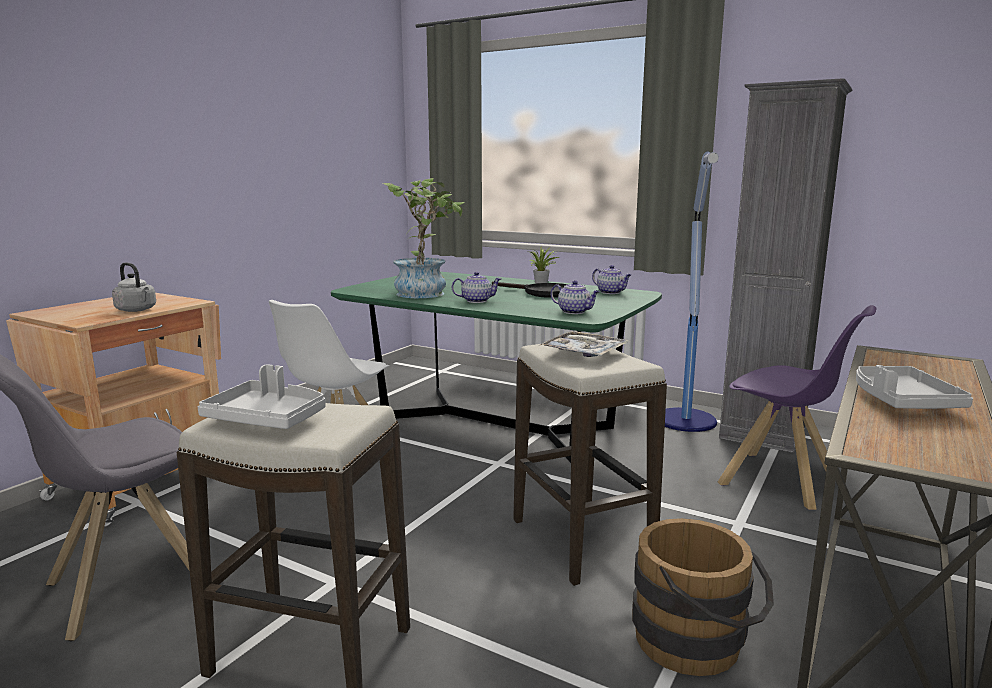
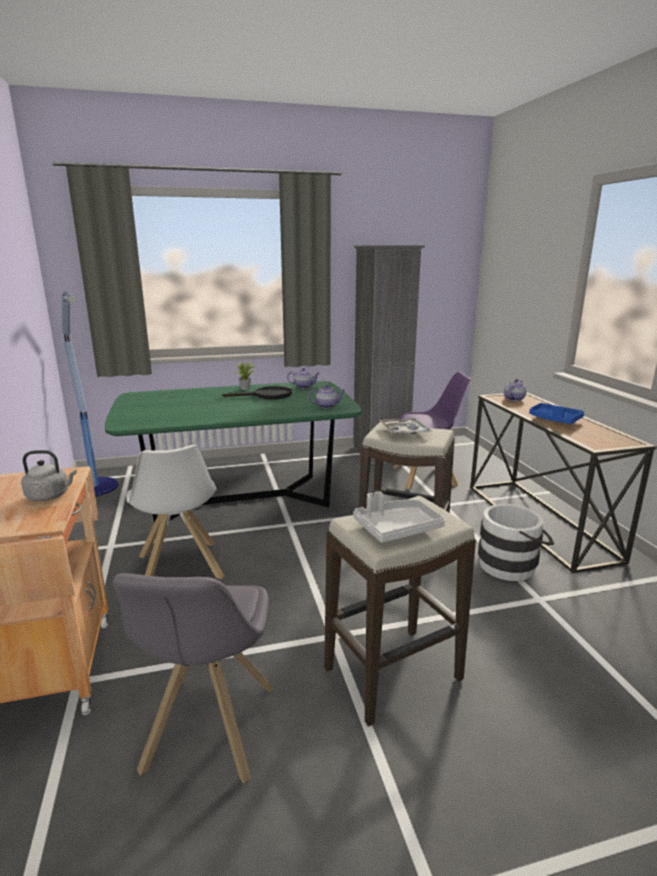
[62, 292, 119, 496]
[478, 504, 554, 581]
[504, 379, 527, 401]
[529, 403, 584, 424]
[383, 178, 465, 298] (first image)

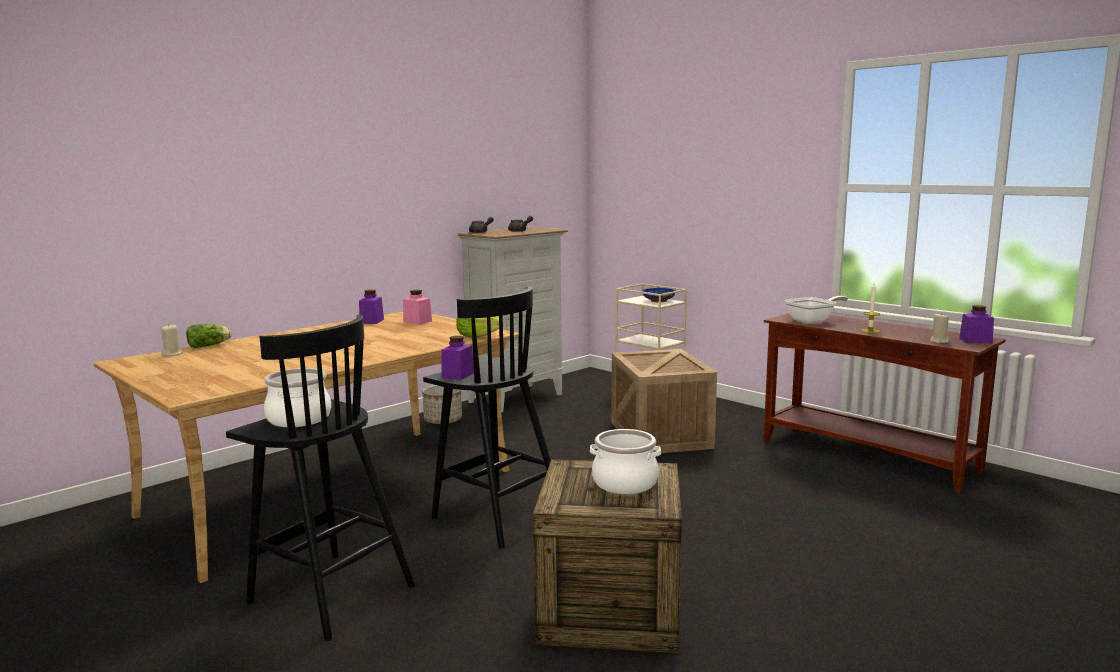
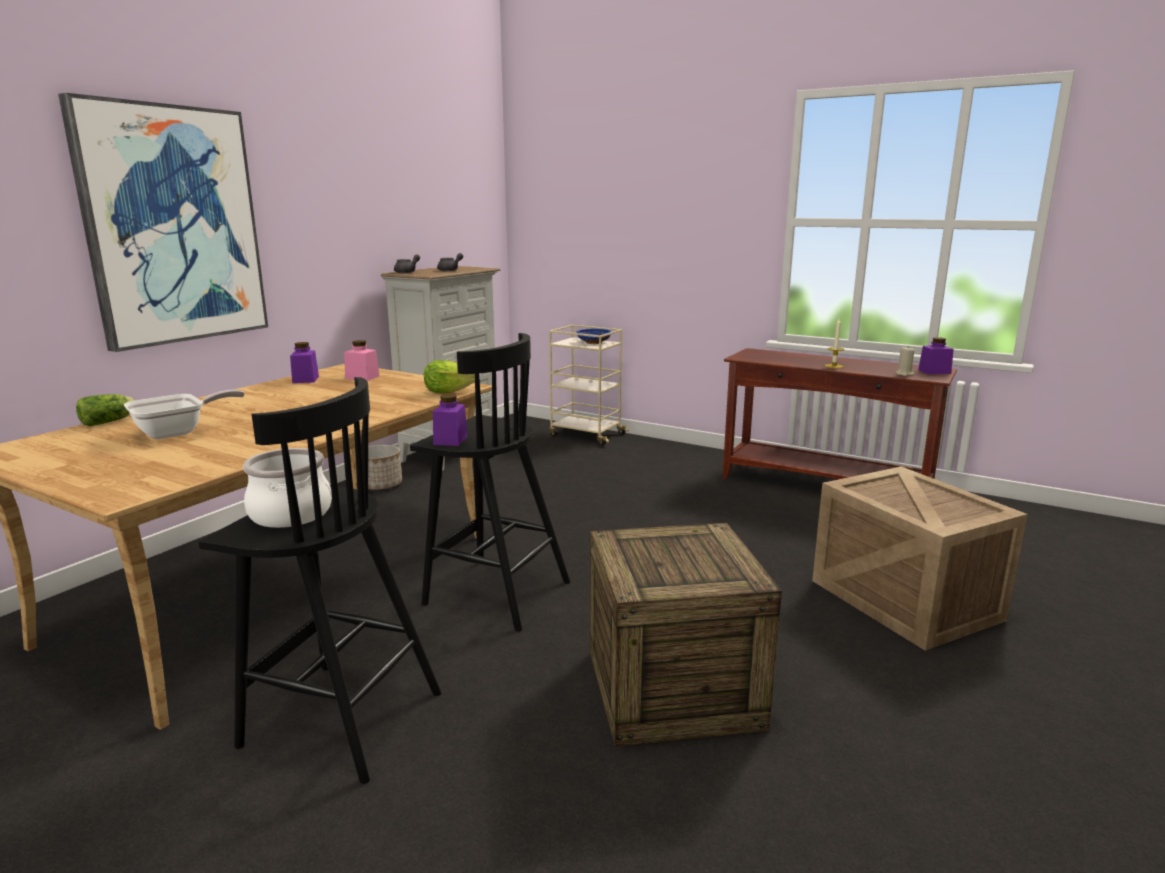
[58, 93, 268, 352]
[124, 390, 245, 439]
[812, 466, 1028, 651]
[161, 324, 183, 356] (first image)
[590, 429, 661, 494] (first image)

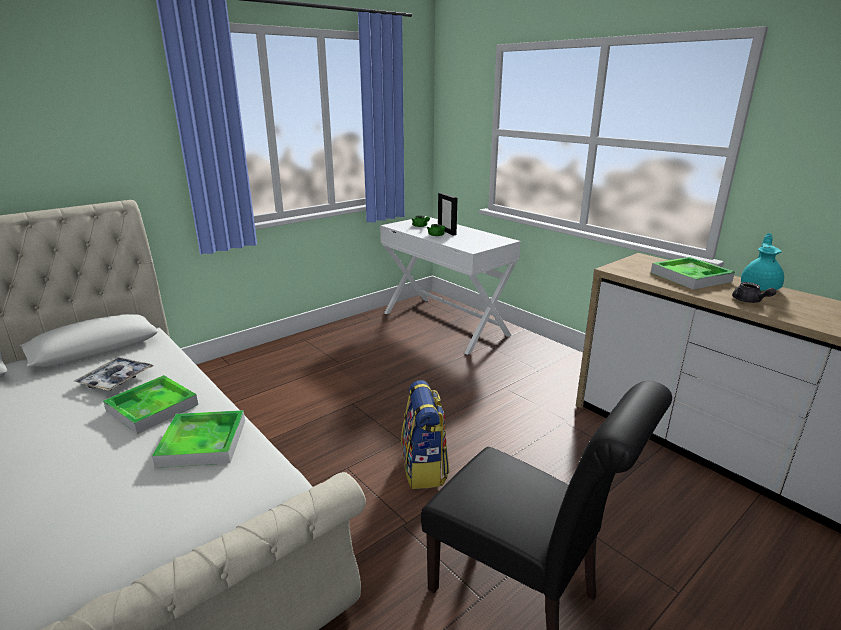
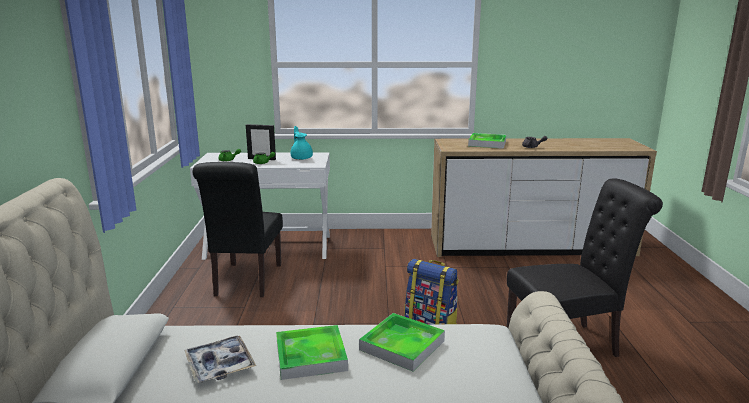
[193, 162, 283, 297]
[291, 126, 313, 160]

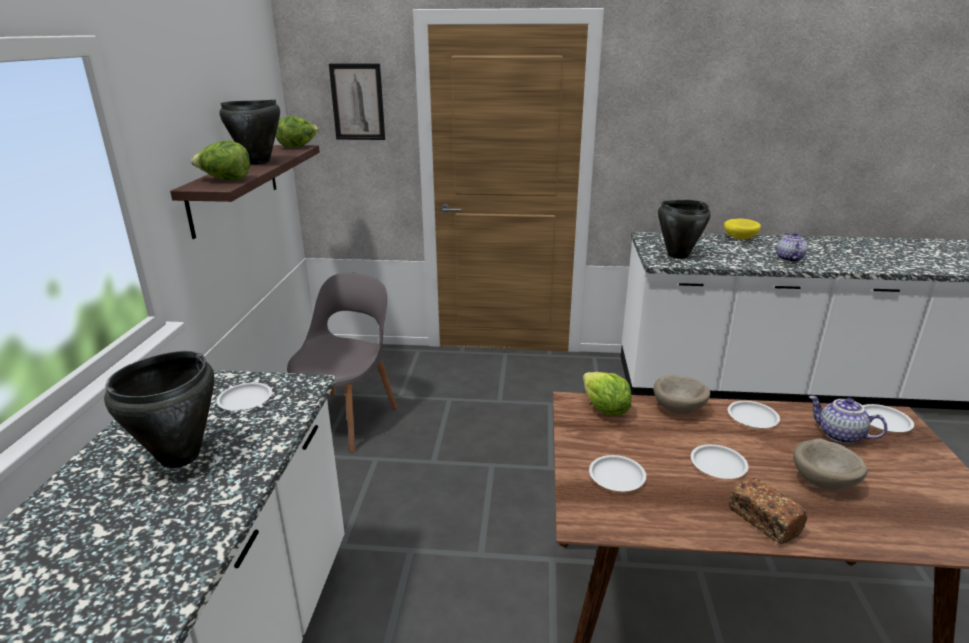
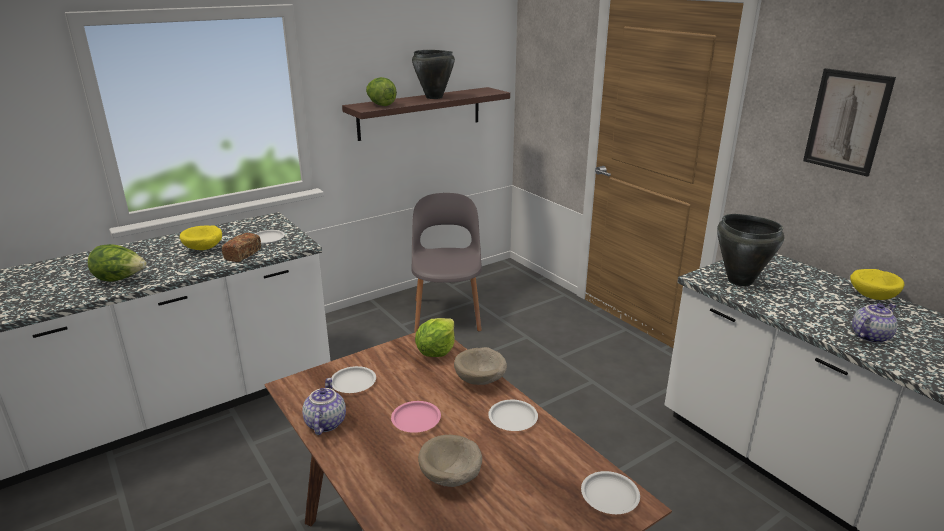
[88, 244, 147, 282]
[180, 225, 222, 250]
[222, 233, 261, 262]
[302, 378, 346, 435]
[391, 401, 441, 433]
[411, 193, 482, 333]
[803, 68, 896, 177]

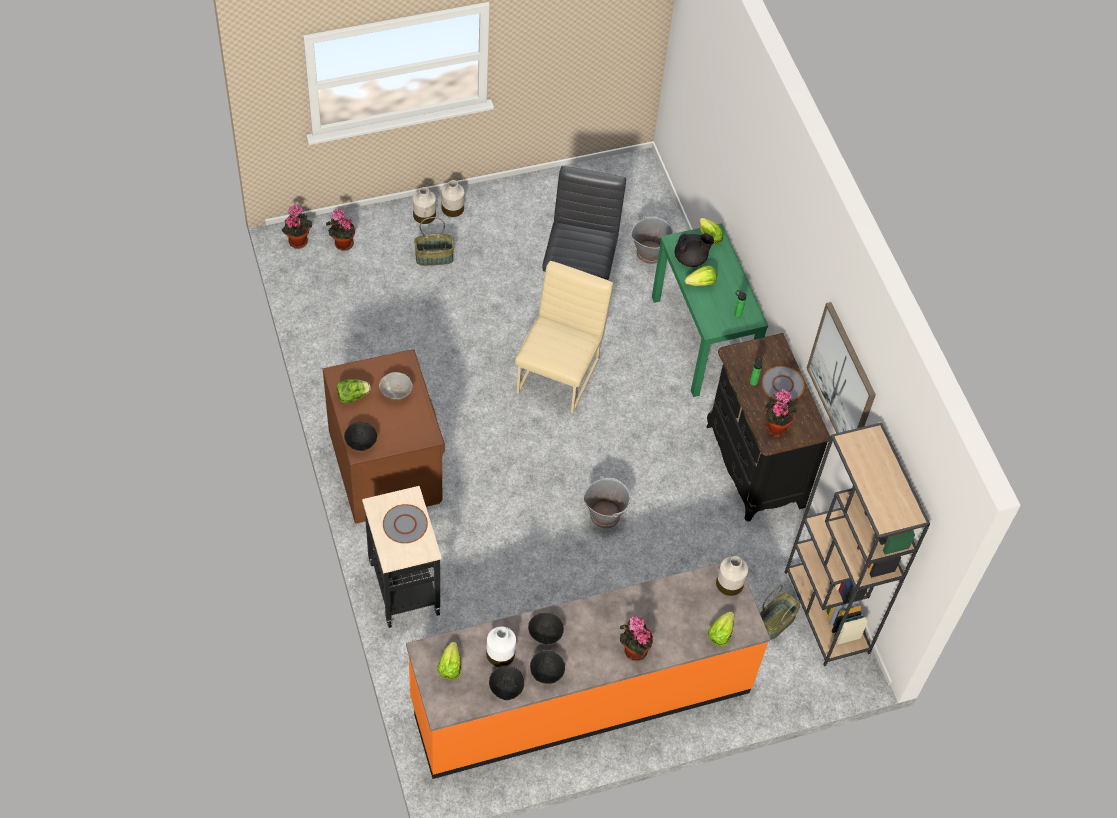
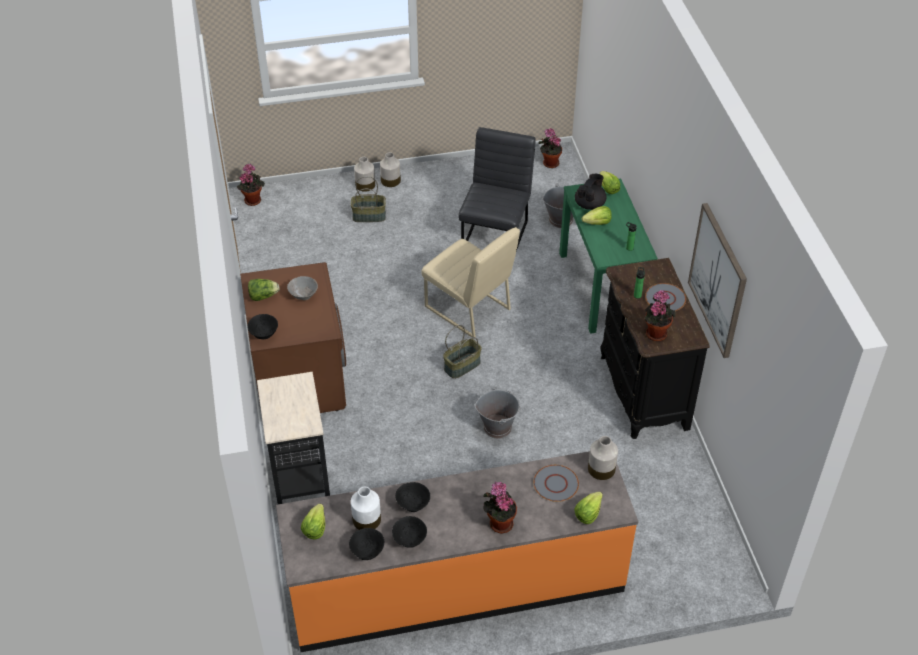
[422, 227, 520, 339]
[443, 325, 482, 379]
[533, 465, 579, 502]
[539, 128, 562, 168]
[575, 174, 606, 210]
[785, 422, 930, 666] (first image)

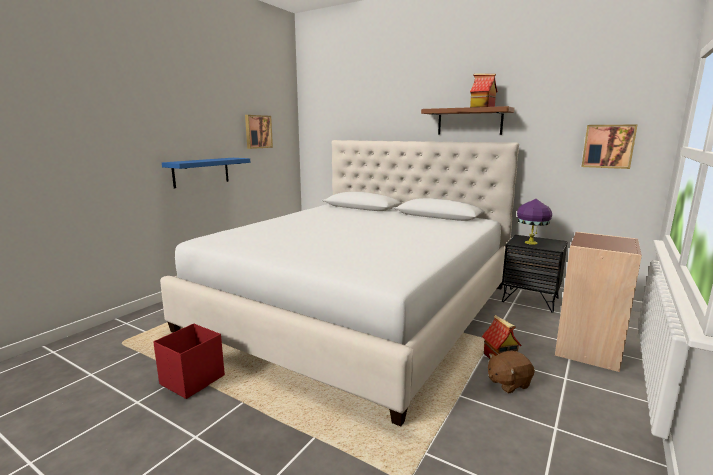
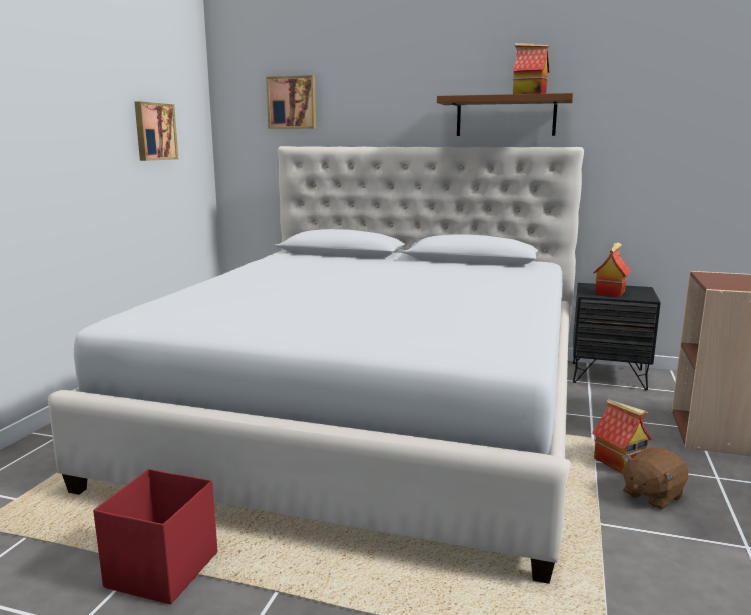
[266, 75, 316, 129]
[593, 242, 631, 297]
[162, 158, 250, 189] (first image)

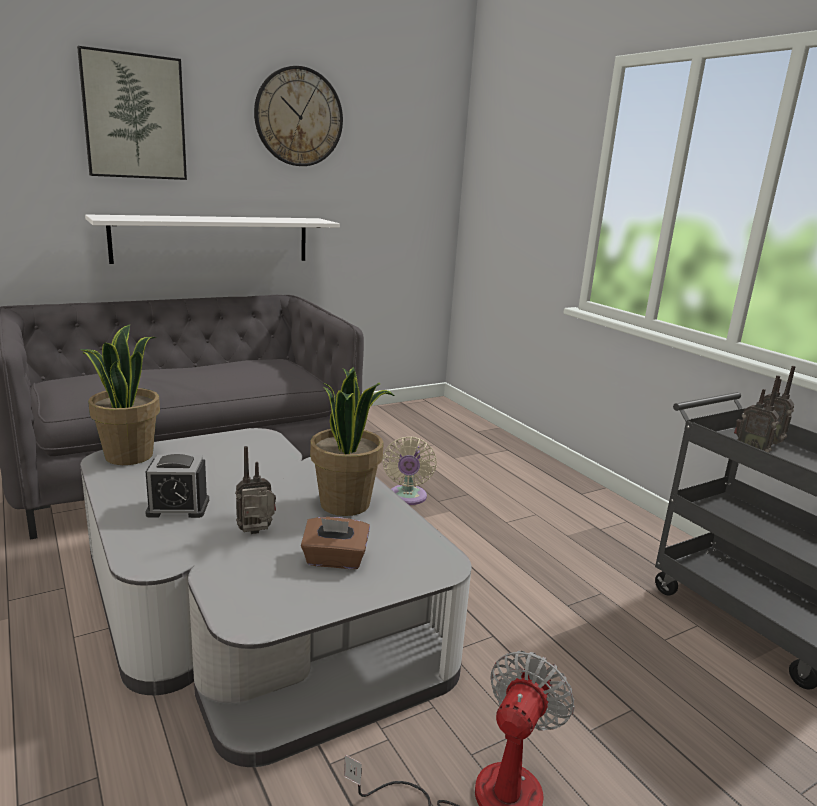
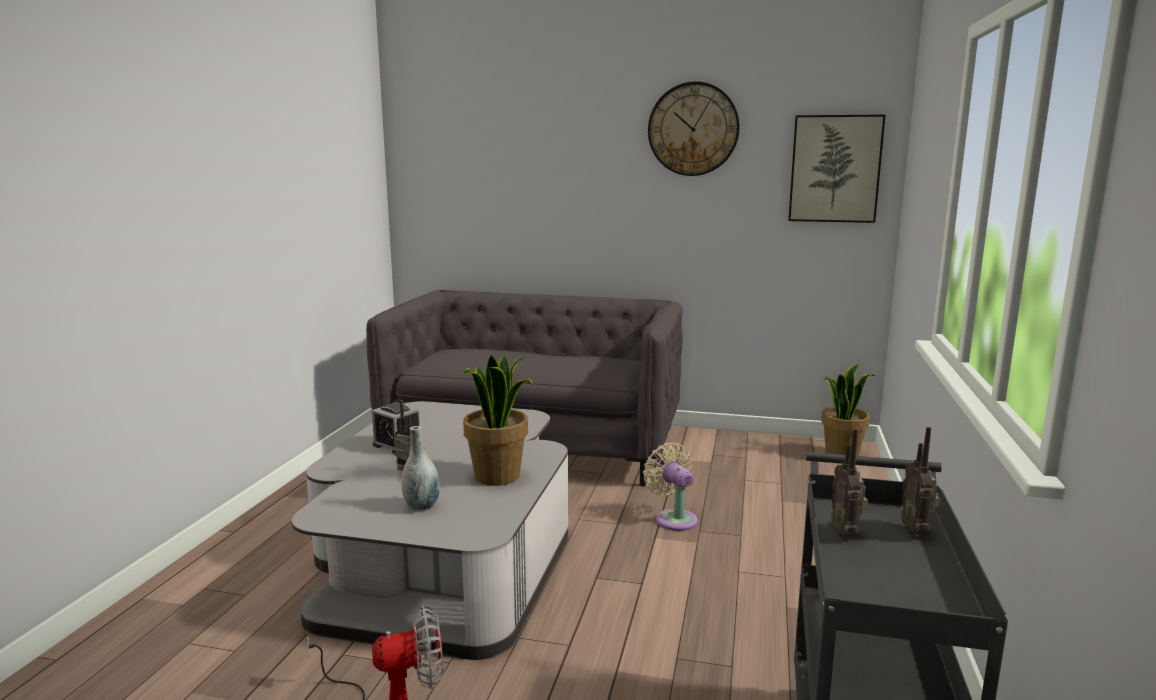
[401, 426, 440, 510]
[643, 443, 698, 531]
[788, 115, 886, 223]
[821, 364, 875, 456]
[85, 214, 340, 264] (first image)

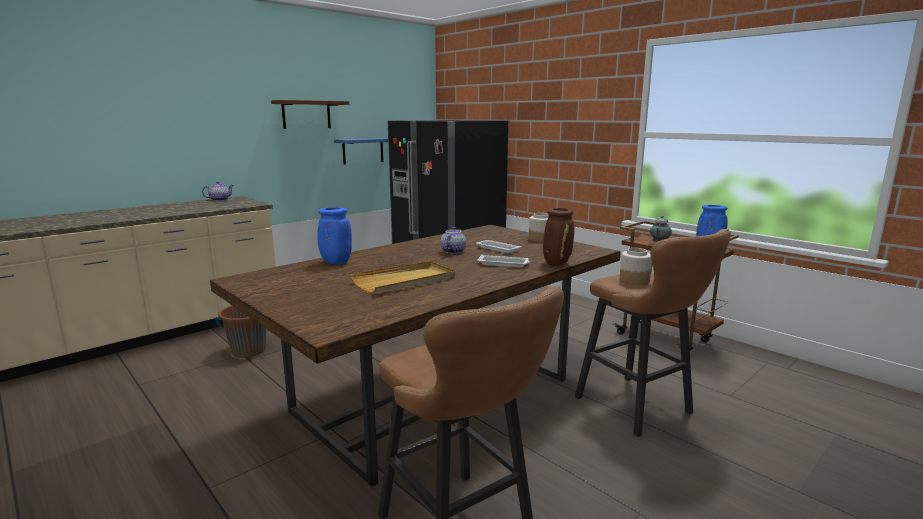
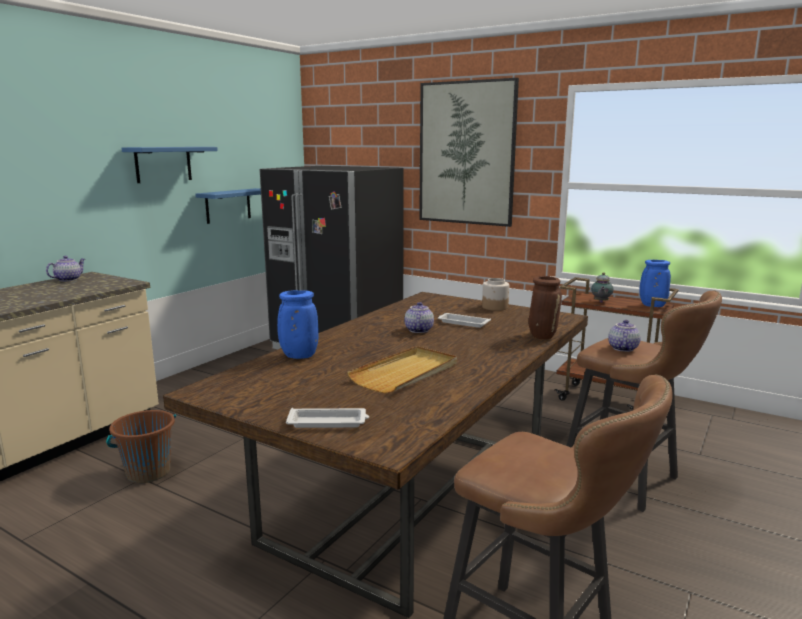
[122, 147, 218, 183]
[286, 408, 369, 428]
[419, 78, 519, 227]
[608, 320, 641, 352]

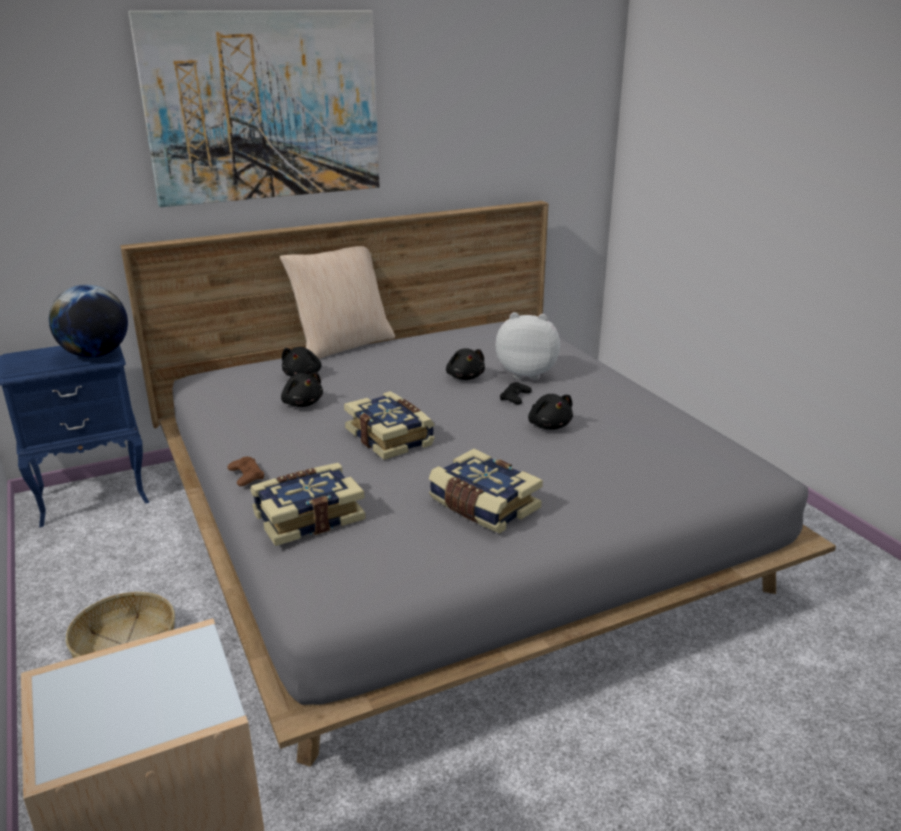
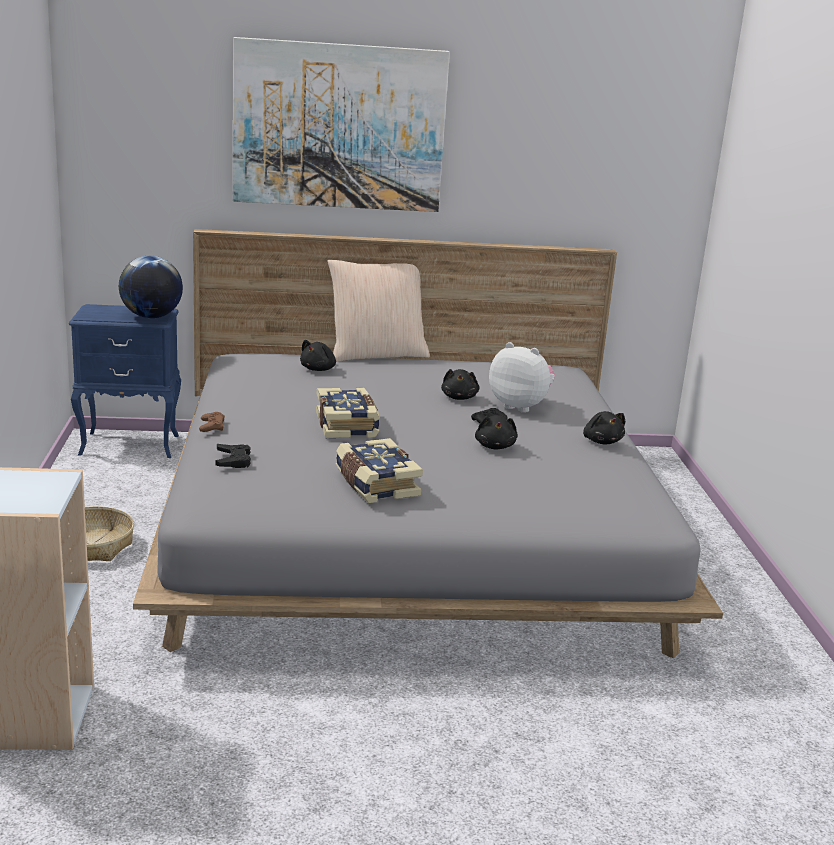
[216, 444, 251, 468]
[583, 411, 625, 445]

